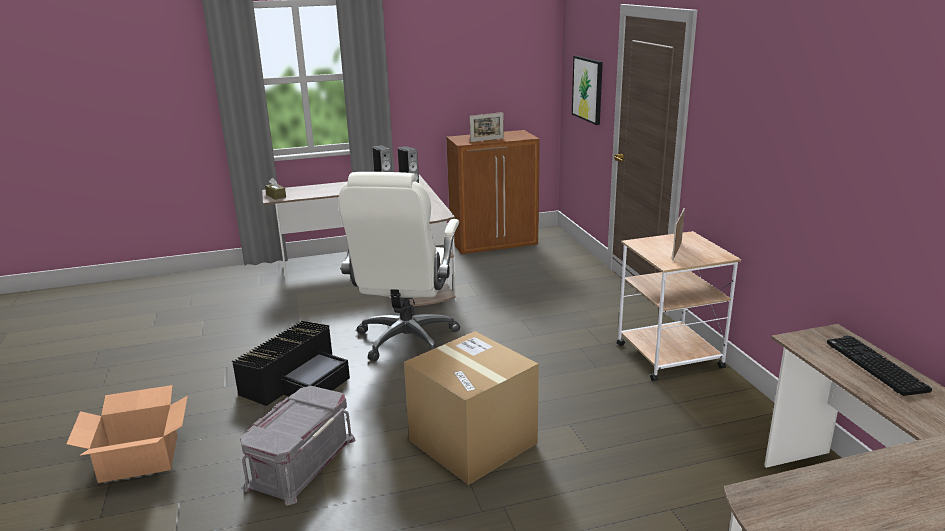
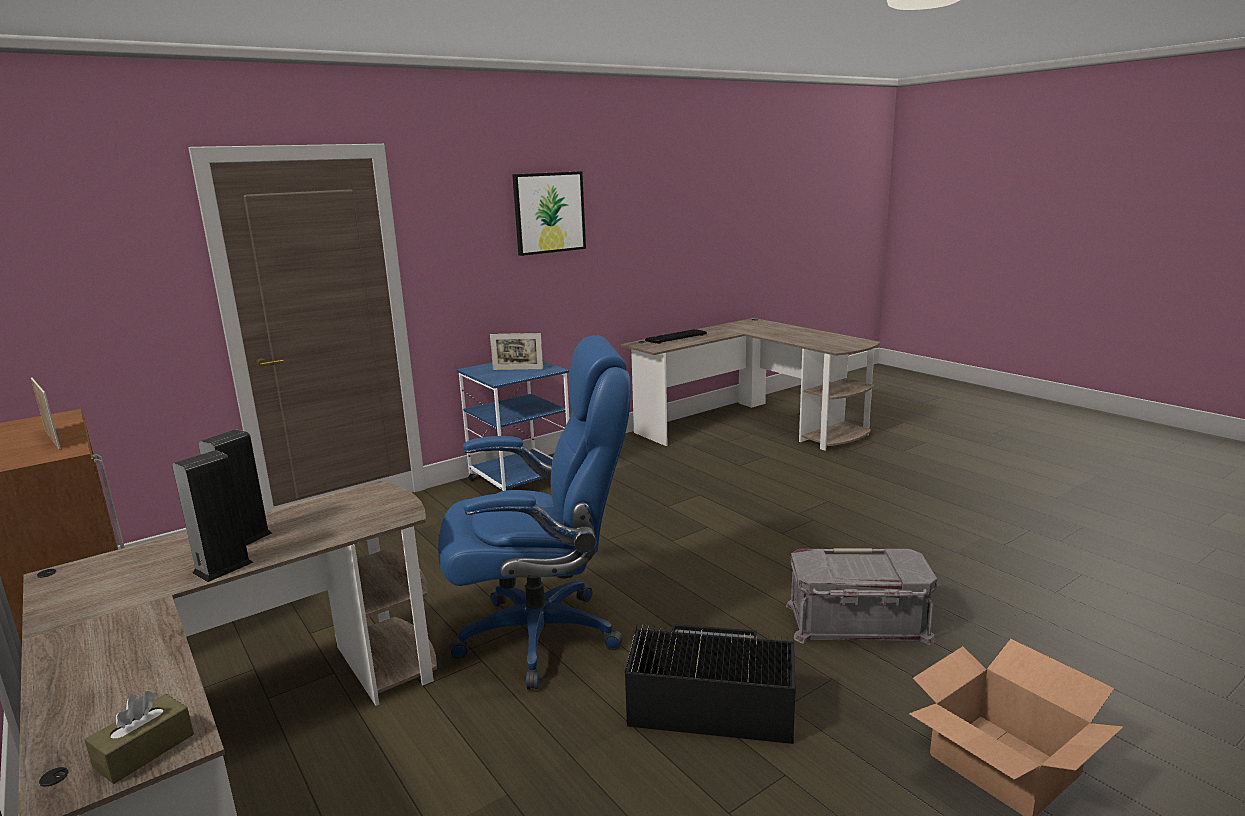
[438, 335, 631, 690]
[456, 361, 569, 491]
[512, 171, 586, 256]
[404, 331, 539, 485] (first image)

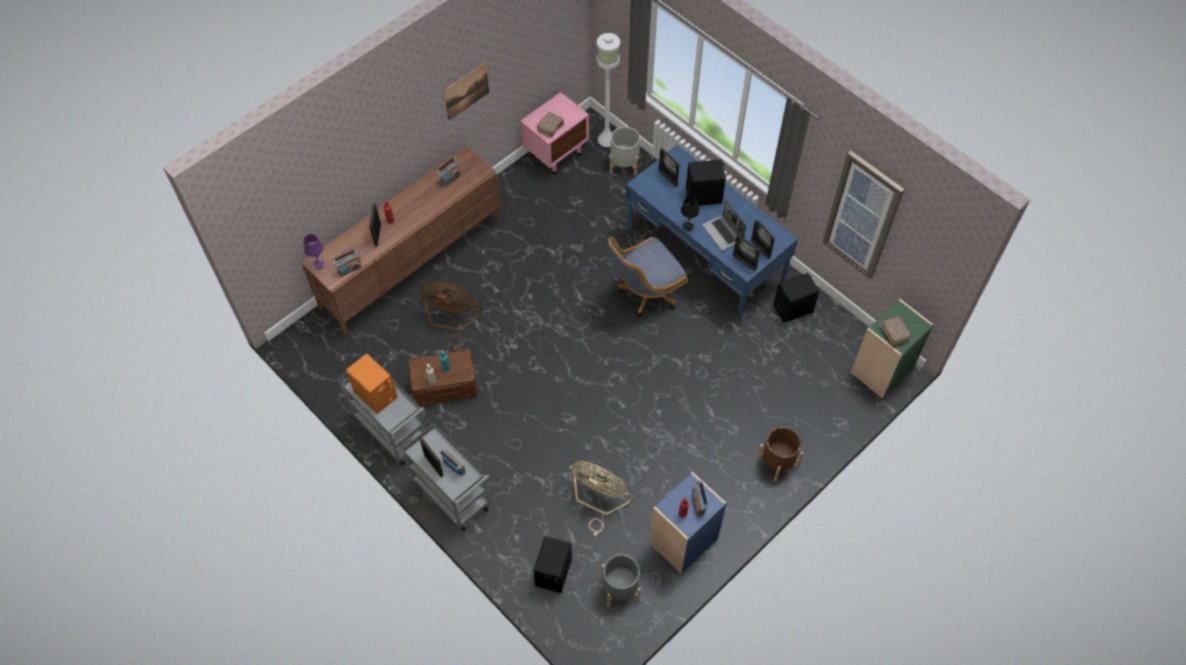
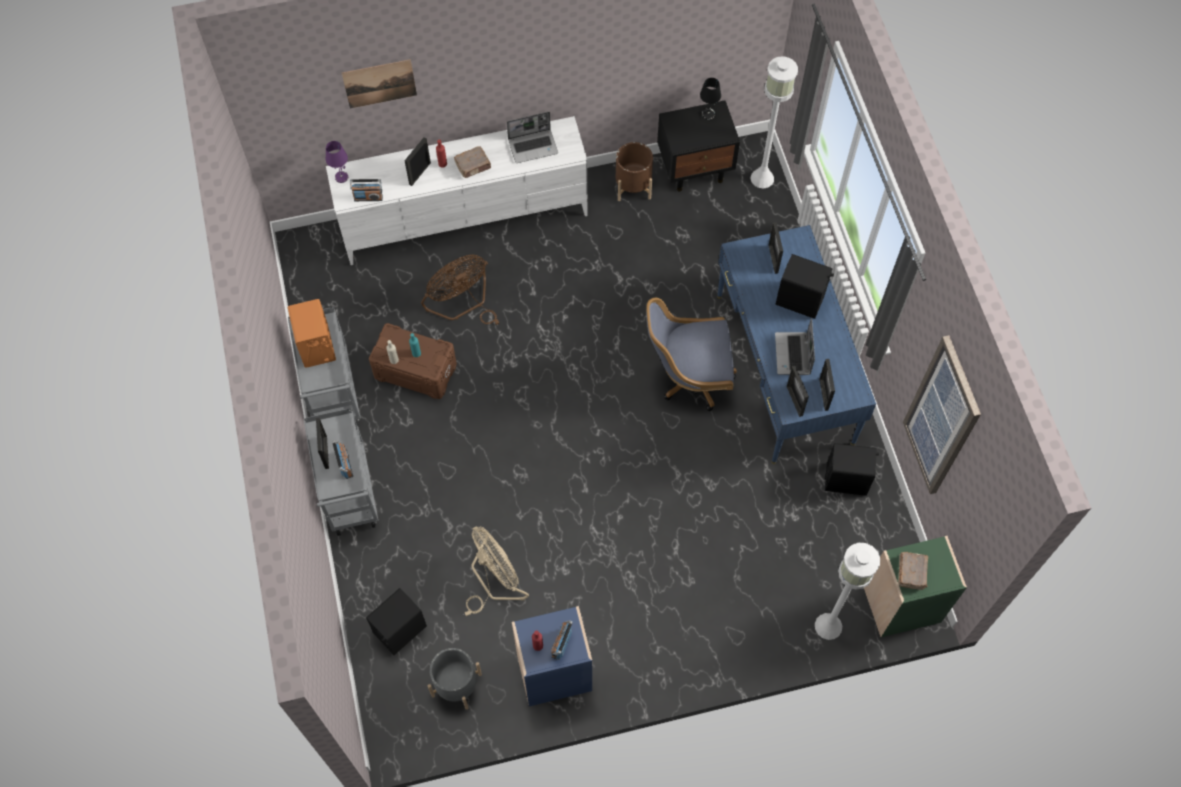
[326, 116, 588, 265]
[342, 59, 417, 108]
[421, 255, 499, 325]
[454, 146, 491, 178]
[507, 112, 558, 163]
[616, 142, 653, 201]
[657, 100, 740, 192]
[700, 78, 721, 120]
[815, 543, 880, 640]
[610, 127, 640, 175] (first image)

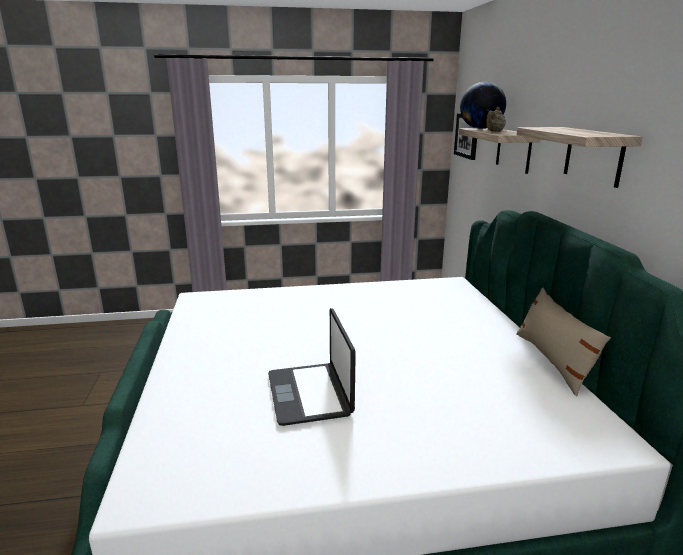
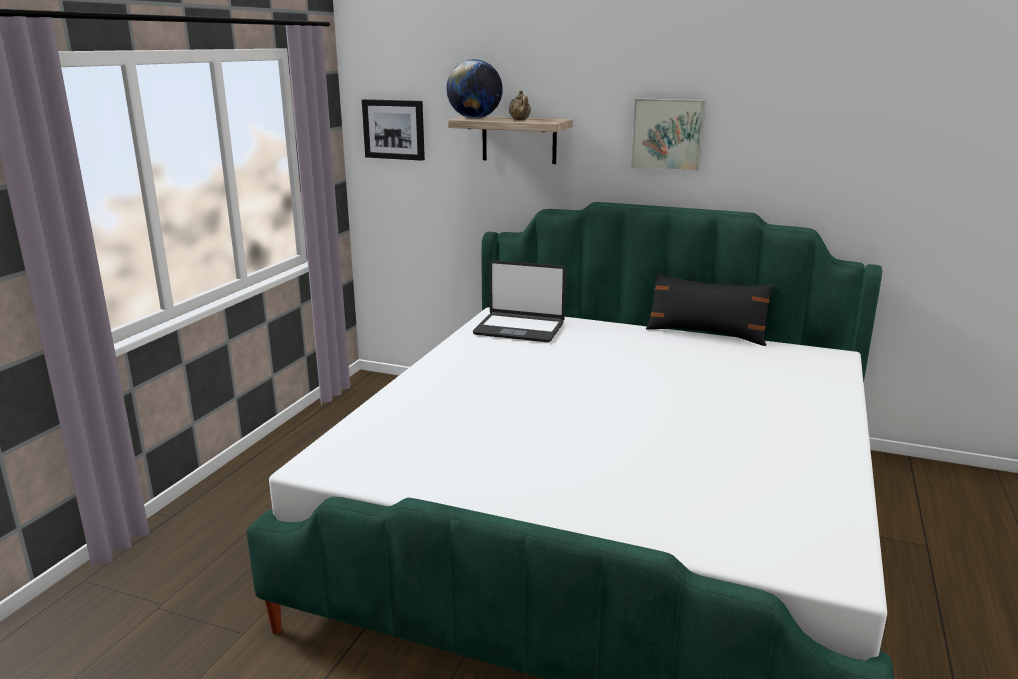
[473, 260, 566, 342]
[631, 98, 706, 172]
[646, 273, 775, 346]

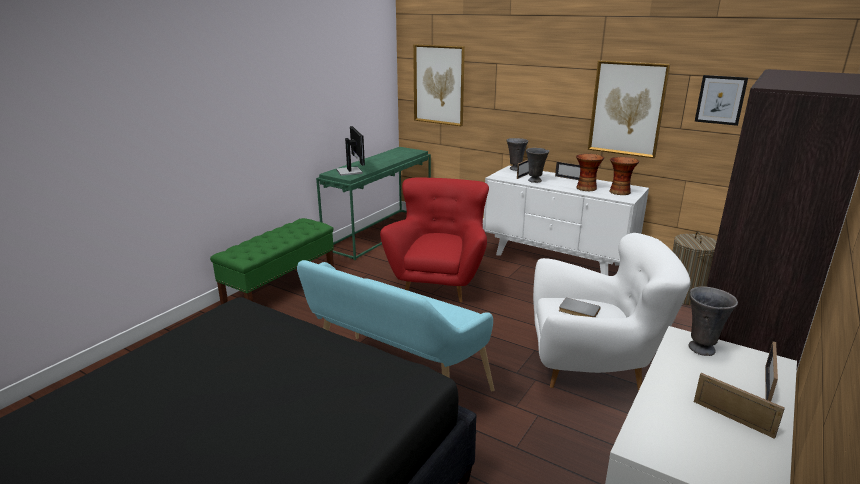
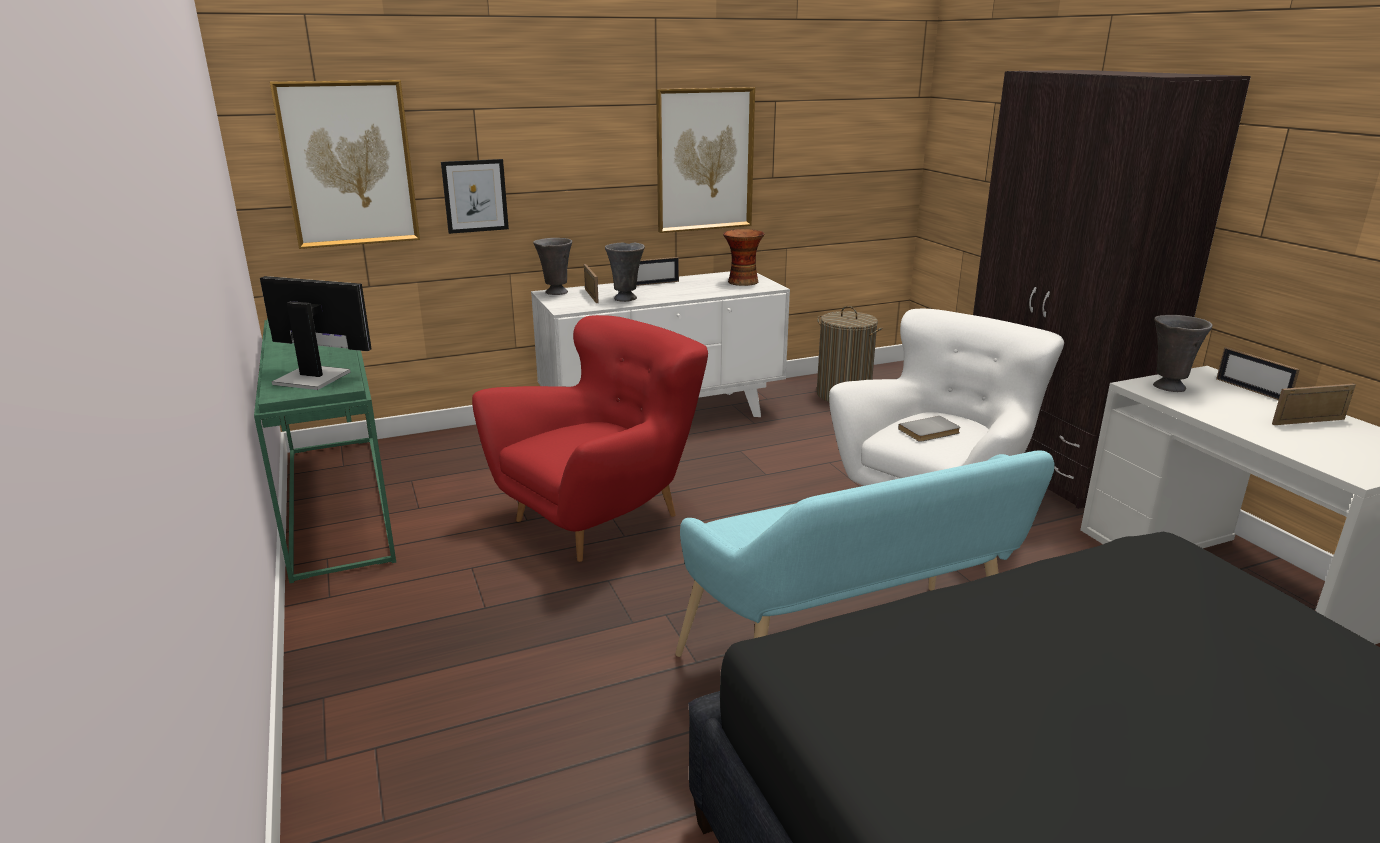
[441, 159, 509, 234]
[472, 315, 708, 562]
[210, 218, 334, 304] (first image)
[576, 154, 604, 191] (first image)

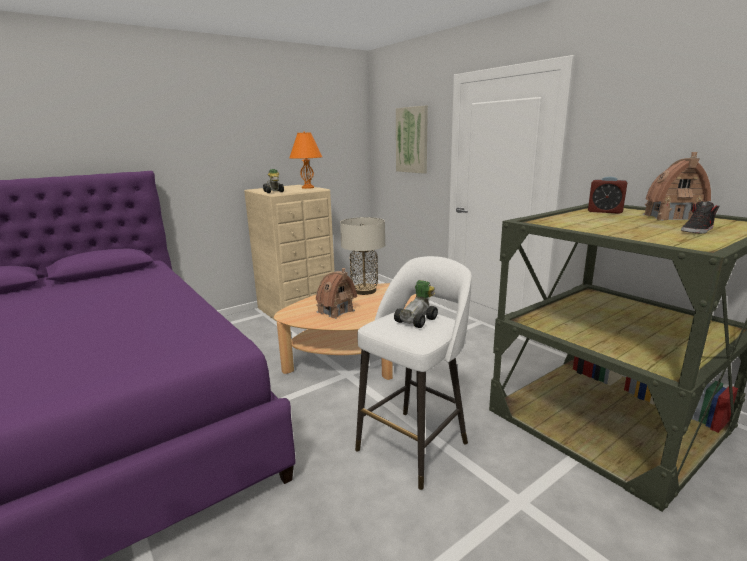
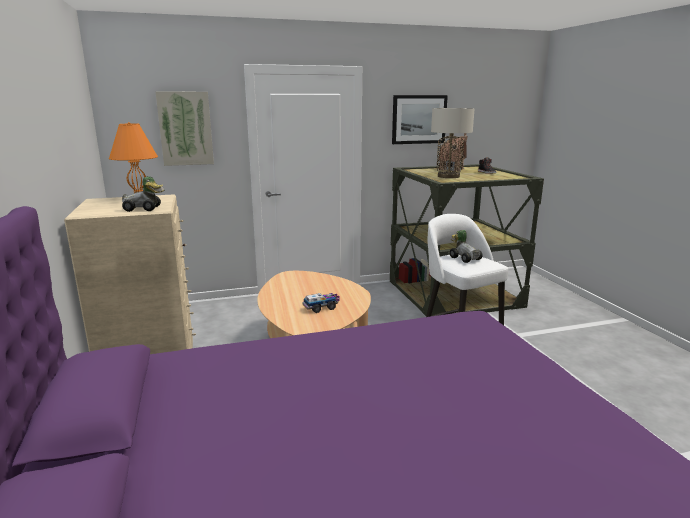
[302, 293, 339, 313]
[392, 95, 448, 144]
[431, 108, 475, 178]
[588, 177, 627, 214] (first image)

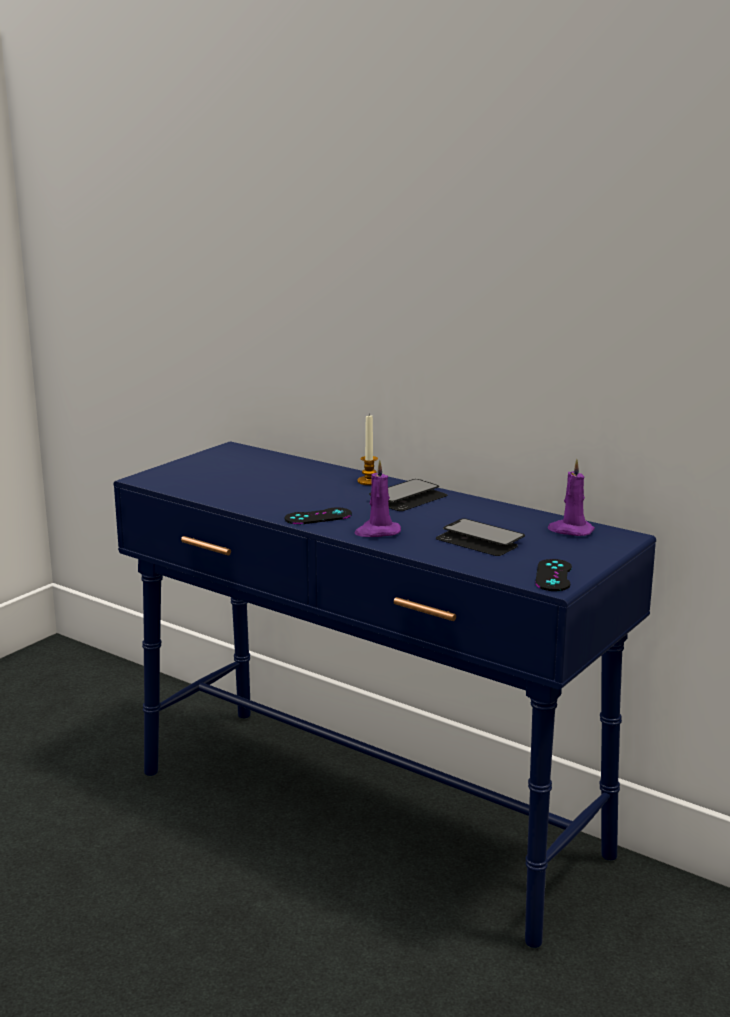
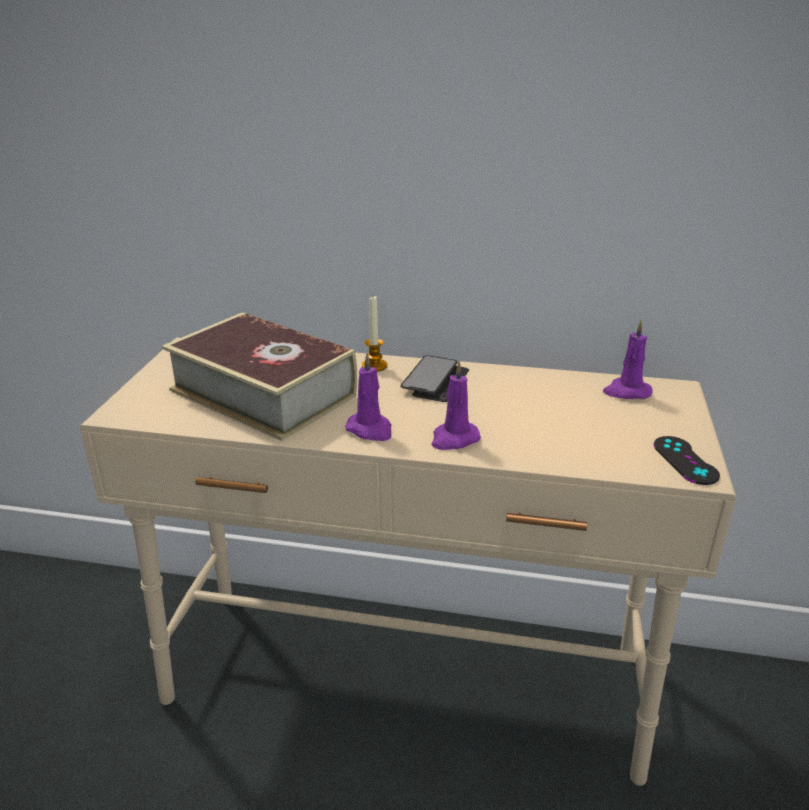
[79, 338, 737, 786]
[162, 312, 357, 441]
[345, 353, 392, 441]
[436, 518, 525, 556] (first image)

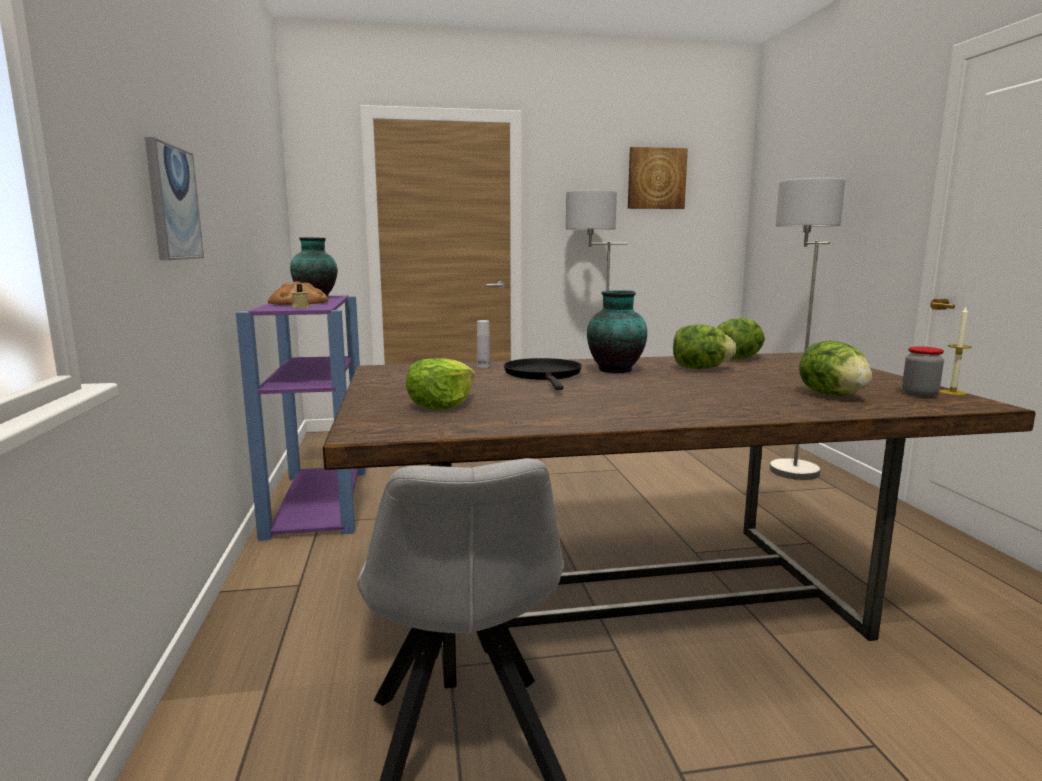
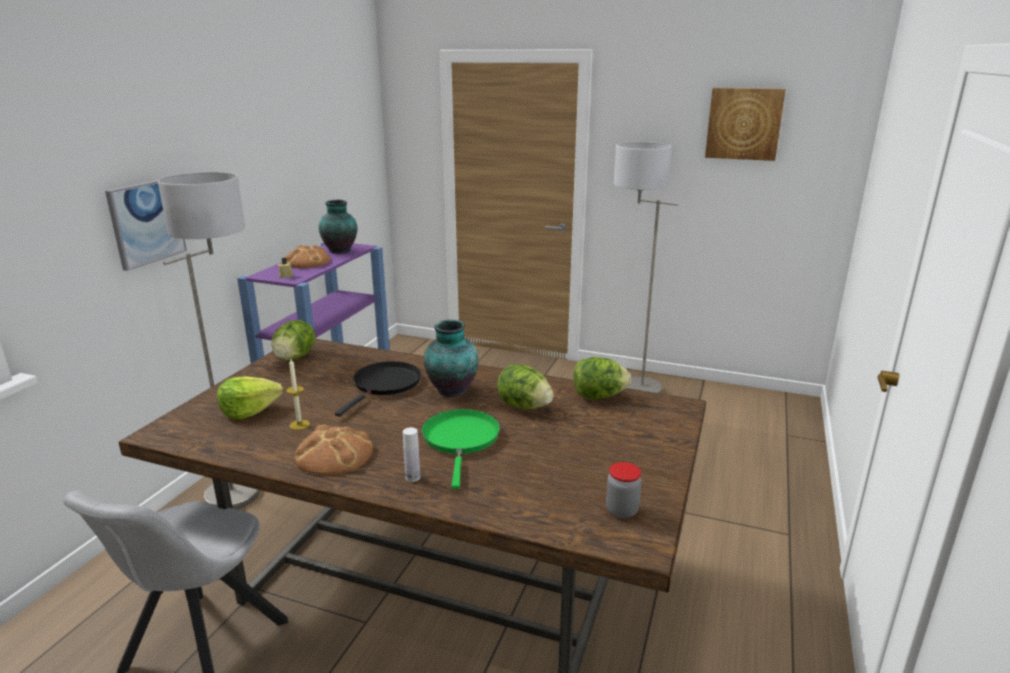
[158, 172, 260, 510]
[272, 320, 316, 360]
[286, 359, 310, 430]
[295, 425, 373, 475]
[403, 427, 420, 482]
[422, 409, 500, 489]

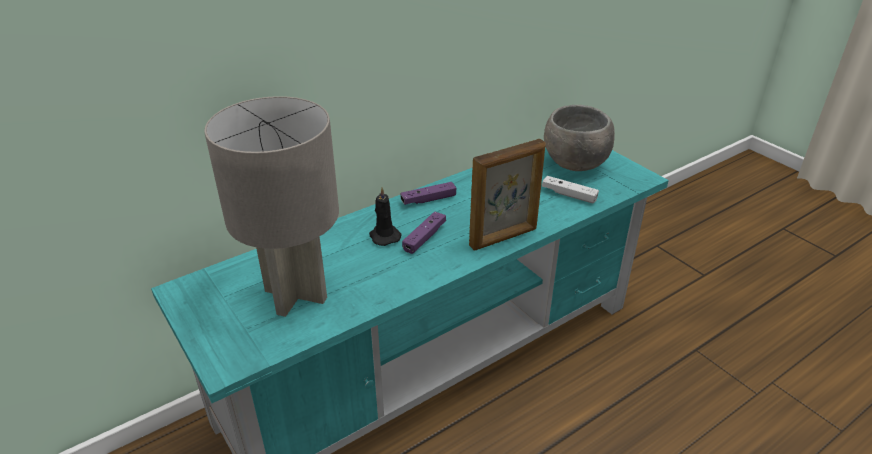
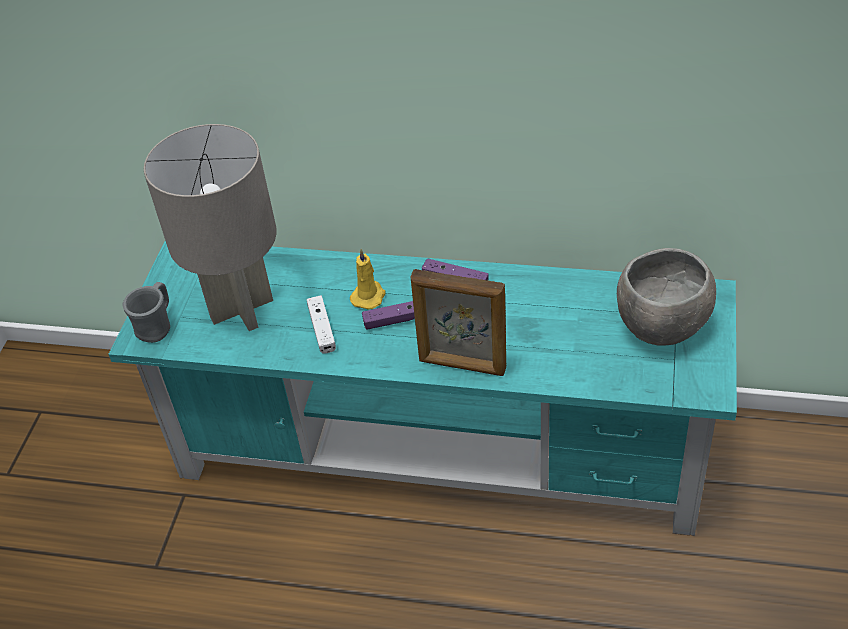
[122, 282, 170, 343]
[307, 295, 336, 354]
[350, 249, 386, 310]

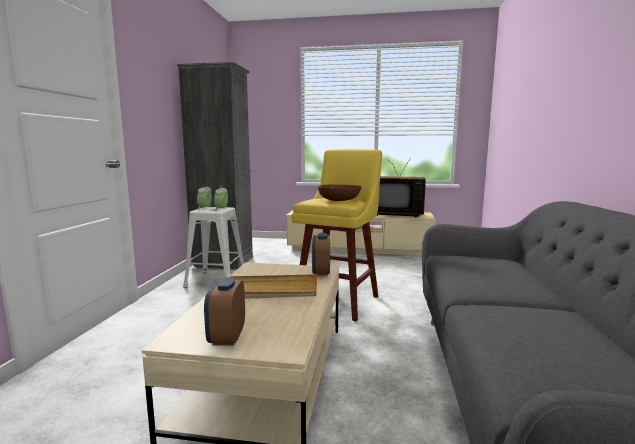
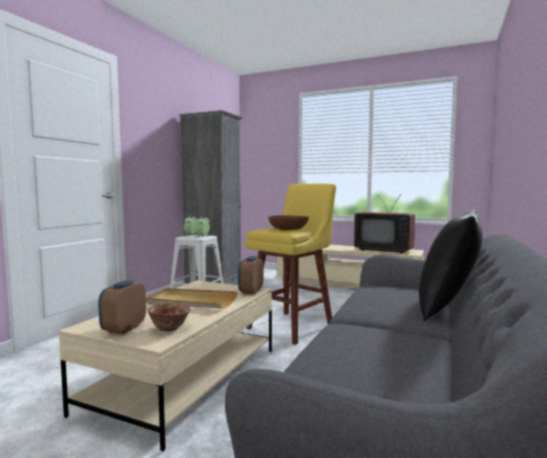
[147, 303, 191, 331]
[419, 209, 483, 321]

